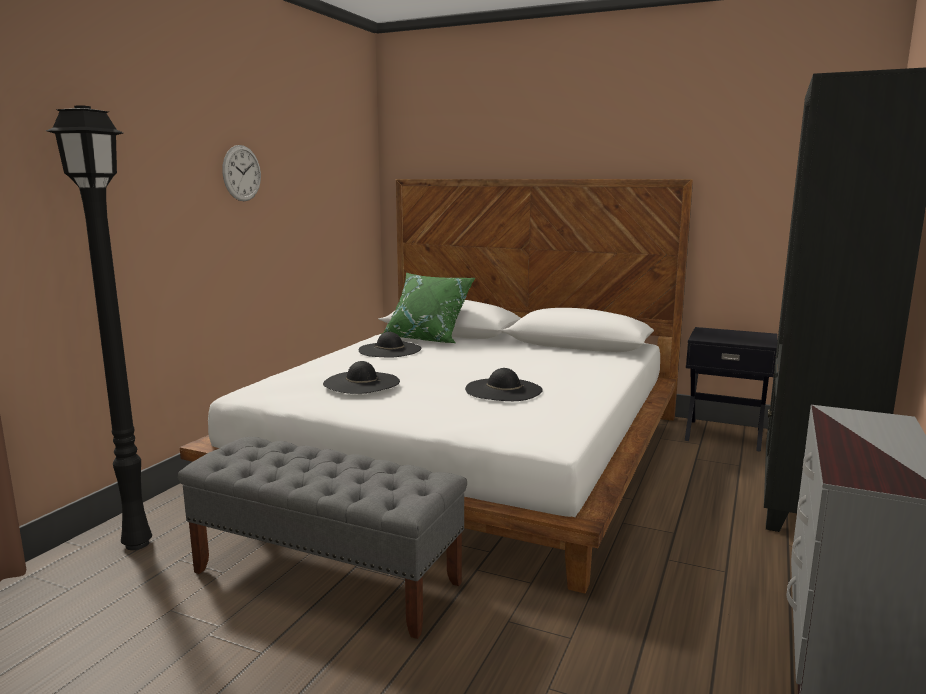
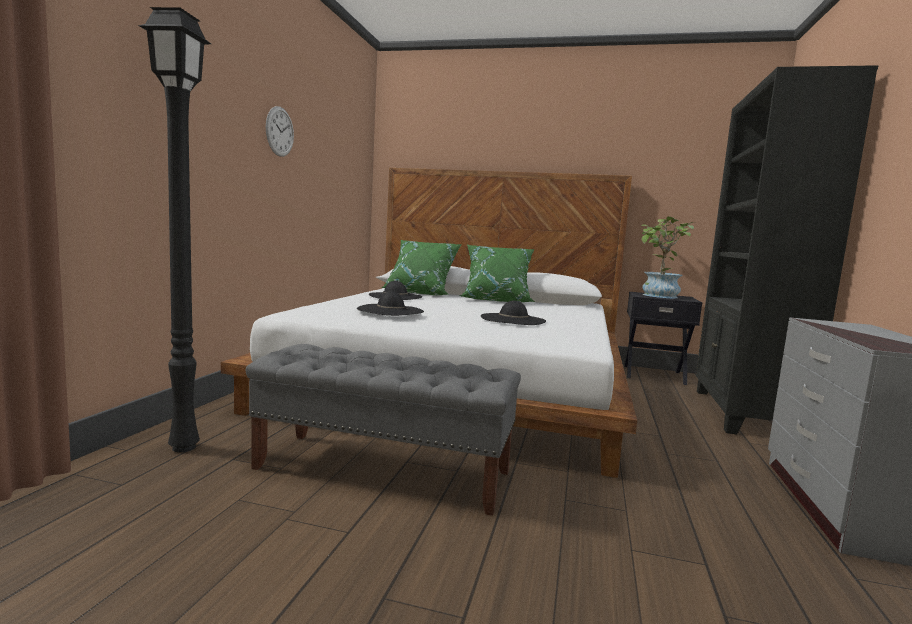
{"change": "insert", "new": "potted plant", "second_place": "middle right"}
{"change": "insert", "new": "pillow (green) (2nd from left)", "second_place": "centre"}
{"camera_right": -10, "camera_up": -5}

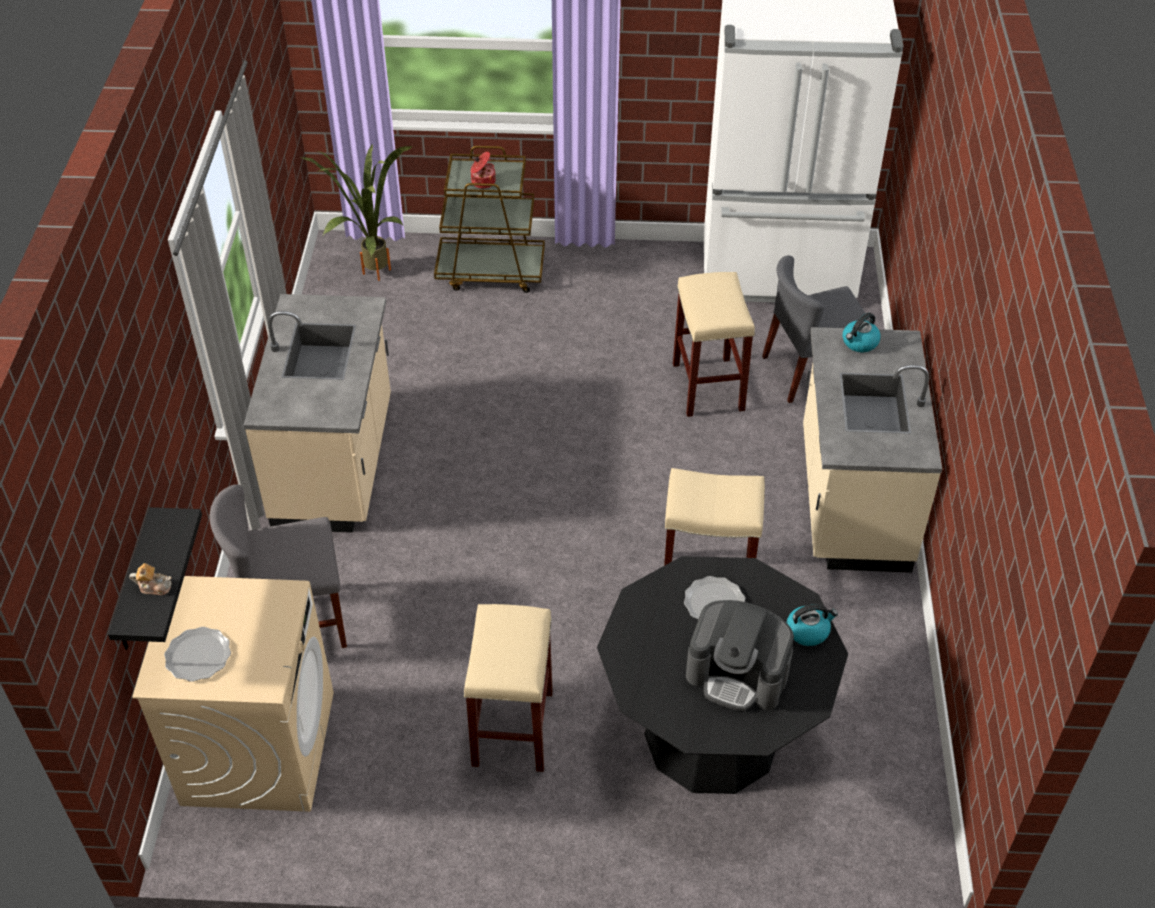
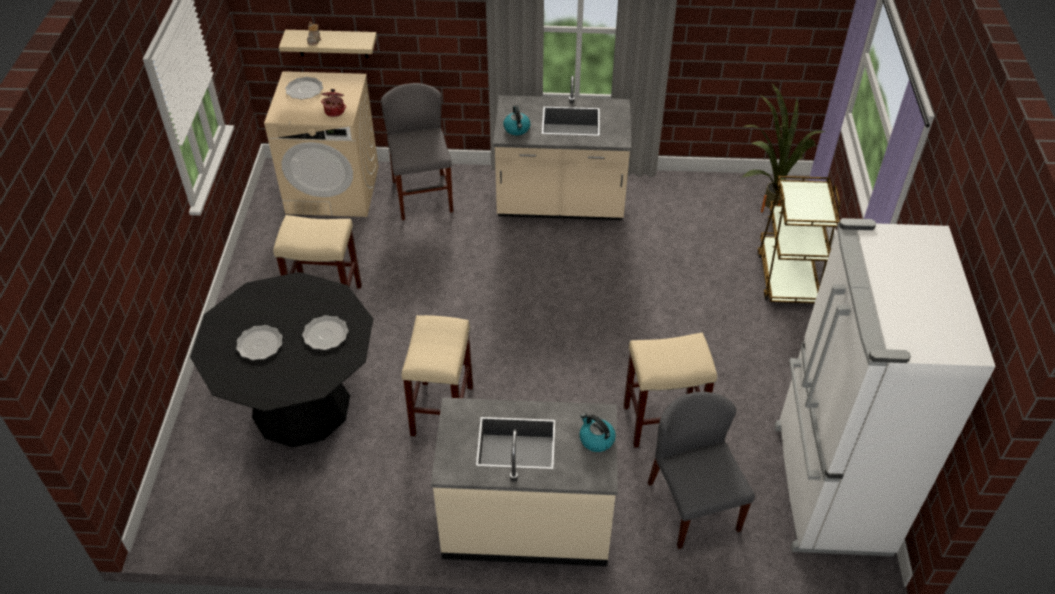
{"change": "move", "old": "cooking pot", "first_place": "top centre", "second_place": "top left"}
{"change": "recolor", "old": "shelf (black)", "new": "shelf (beige)", "first_place": "middle left", "second_place": "top left"}
{"change": "replace", "old": "coffee machine", "new": "plate (1st from left)", "first_place": "bottom centre", "second_place": "middle left"}
{"change": "move", "old": "kettle (1st from left)", "first_place": "bottom right", "second_place": "top centre"}
{"camera_right": 90, "camera_up": 0}

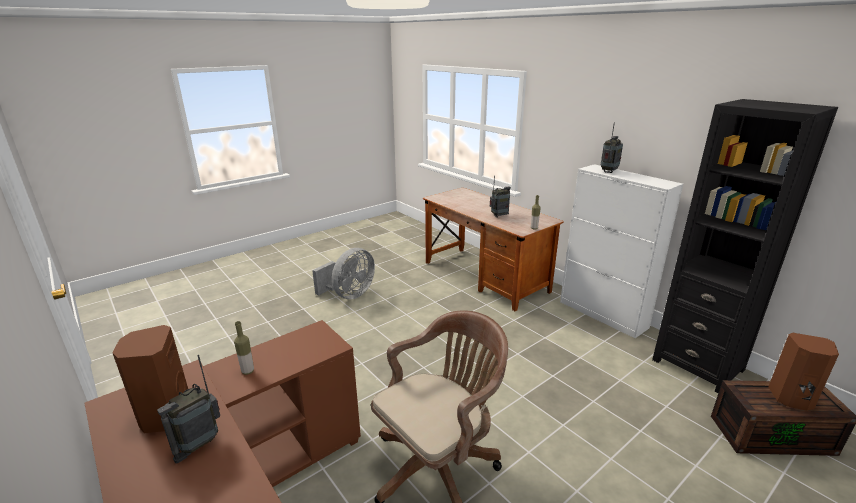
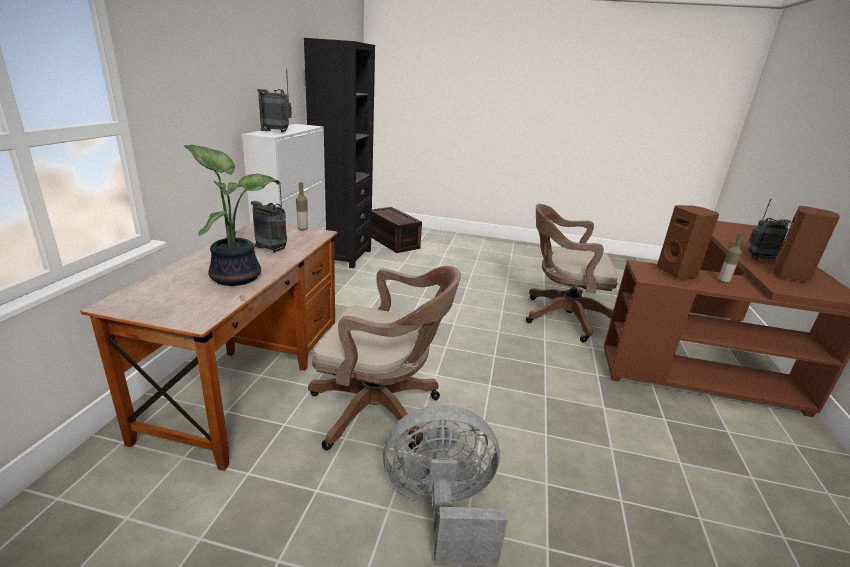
{"change": "move", "old": "speaker (brown) (2nd from left in the first image)", "new": "speaker (brown) (1st from left)", "first_place": "bottom right", "second_place": "middle right"}
{"change": "insert", "new": "potted plant", "second_place": "middle left"}
{"change": "insert", "new": "office chair (brown) (1st from left)", "second_place": "centre"}
{"camera_right": -130, "camera_up": 0}

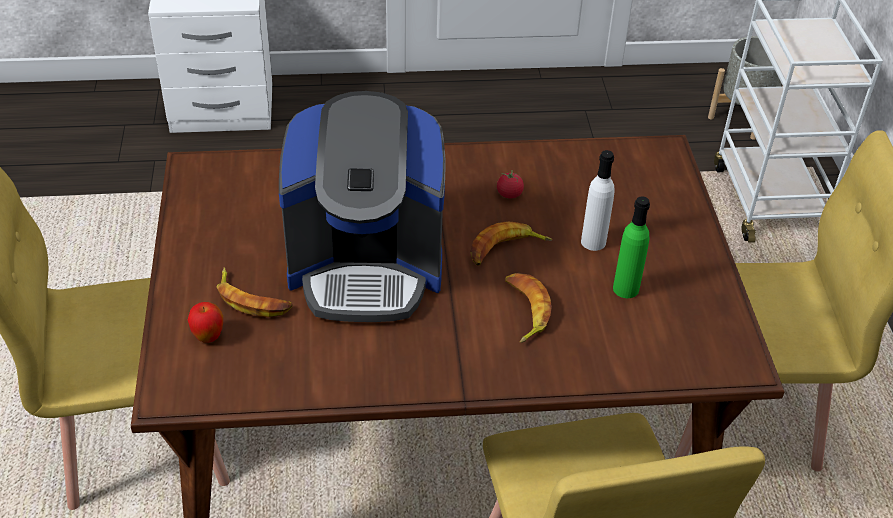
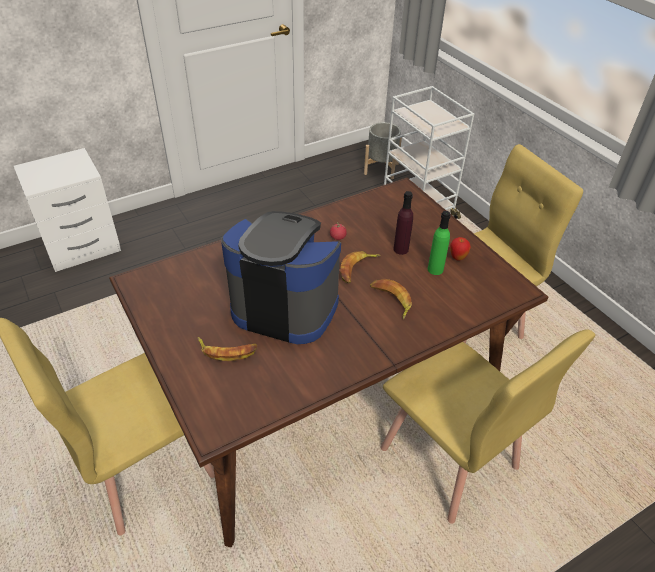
{"change": "rotate", "old": "coffee machine", "first_place": "centre", "second_place": "centre", "degrees": -135}
{"change": "recolor", "old": "bottle (white)", "new": "bottle (purple)", "first_place": "middle right", "second_place": "centre"}
{"change": "move", "old": "apple", "first_place": "middle left", "second_place": "middle right"}
{"camera_right": -25, "camera_up": 0}

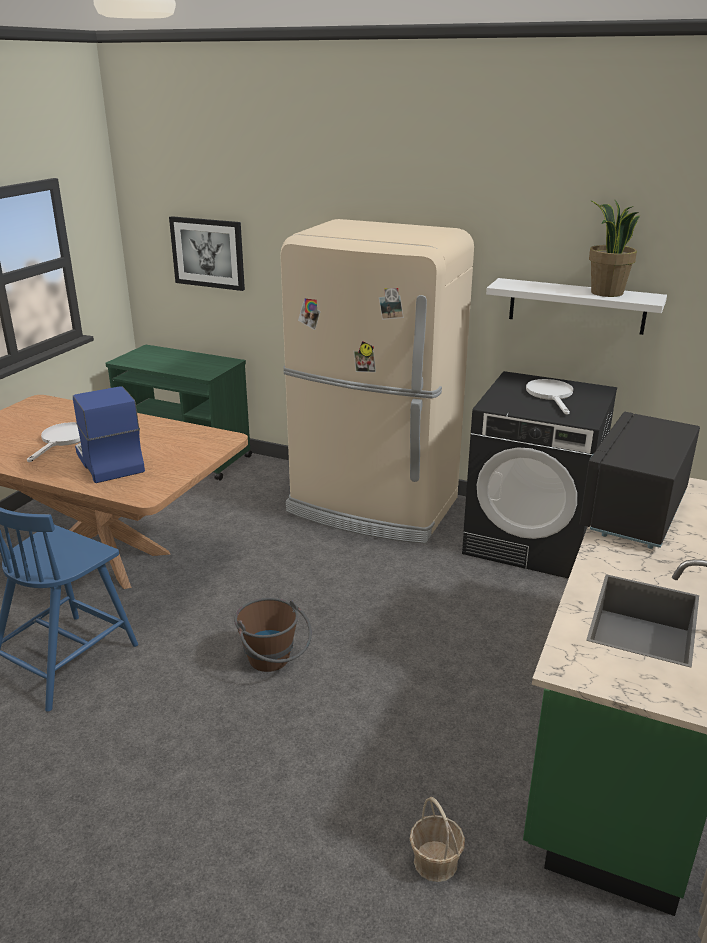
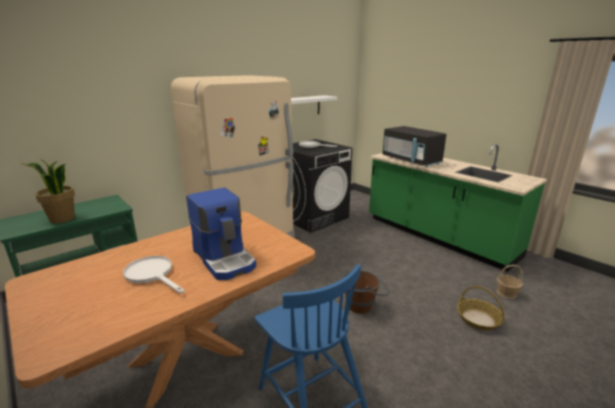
{"change": "move", "old": "potted plant", "first_place": "top right", "second_place": "middle left"}
{"change": "delete", "old": "picture", "first_place": "top left"}
{"change": "rotate", "old": "coffee machine", "first_place": "middle left", "second_place": "centre", "degrees": -120}
{"change": "insert", "new": "basket (1st from left)", "second_place": "bottom right"}
{"camera_right": -65, "camera_up": -5}

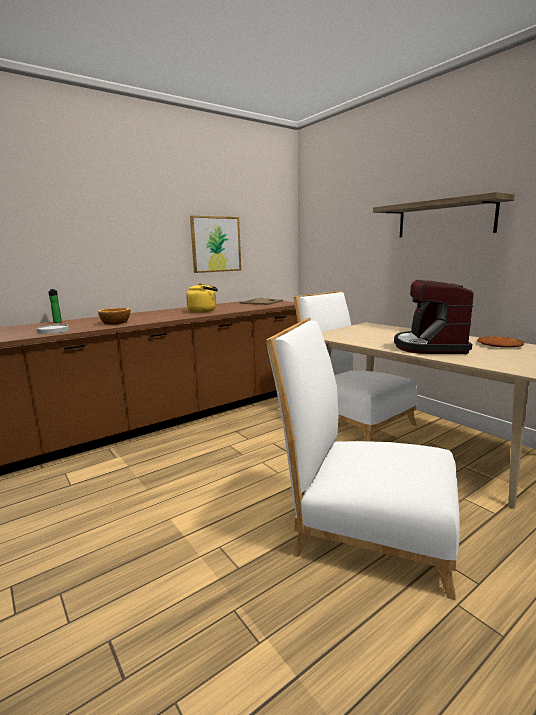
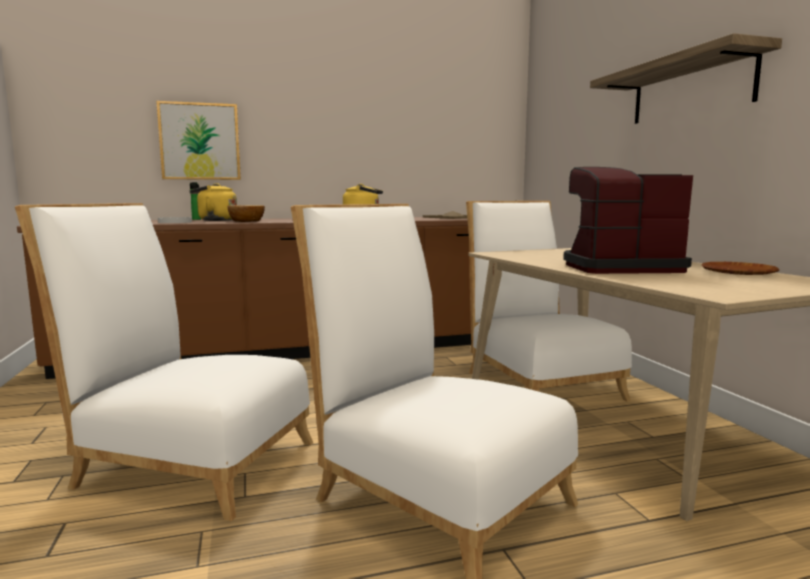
{"change": "move", "old": "picture", "first_place": "centre", "second_place": "top left"}
{"change": "rotate", "old": "coffee machine", "first_place": "middle right", "second_place": "middle right", "degrees": 60}
{"change": "insert", "new": "kettle (yellow) (1st from left)", "second_place": "middle left"}
{"change": "insert", "new": "chair (white) (1st from left)", "second_place": "middle left"}
{"camera_right": 20, "camera_up": -5}

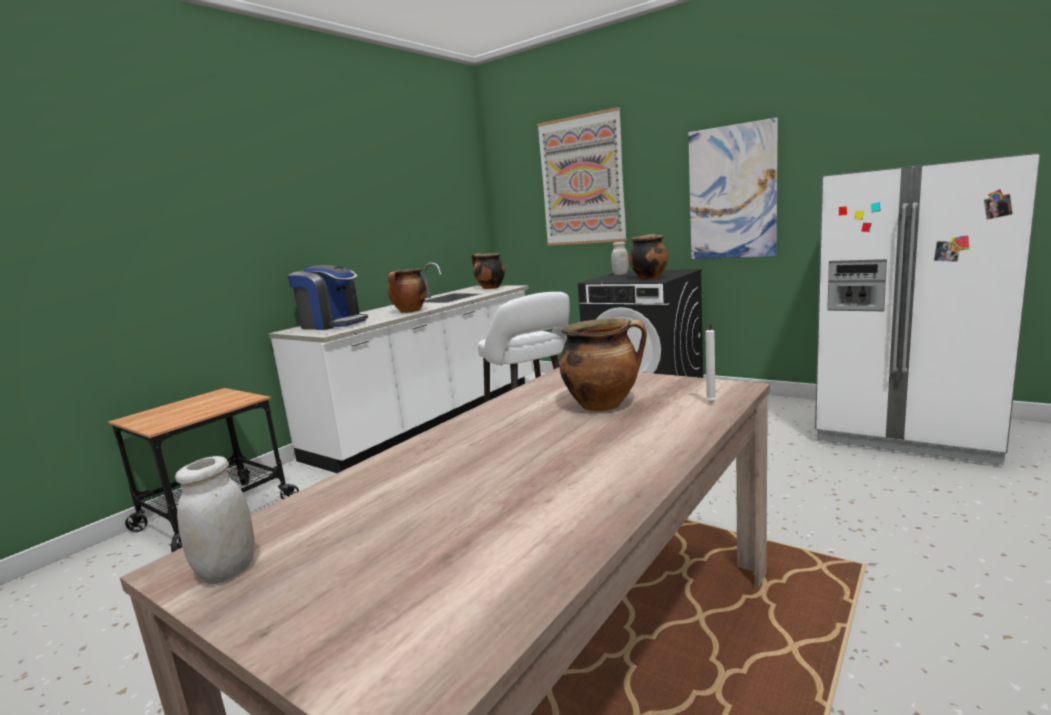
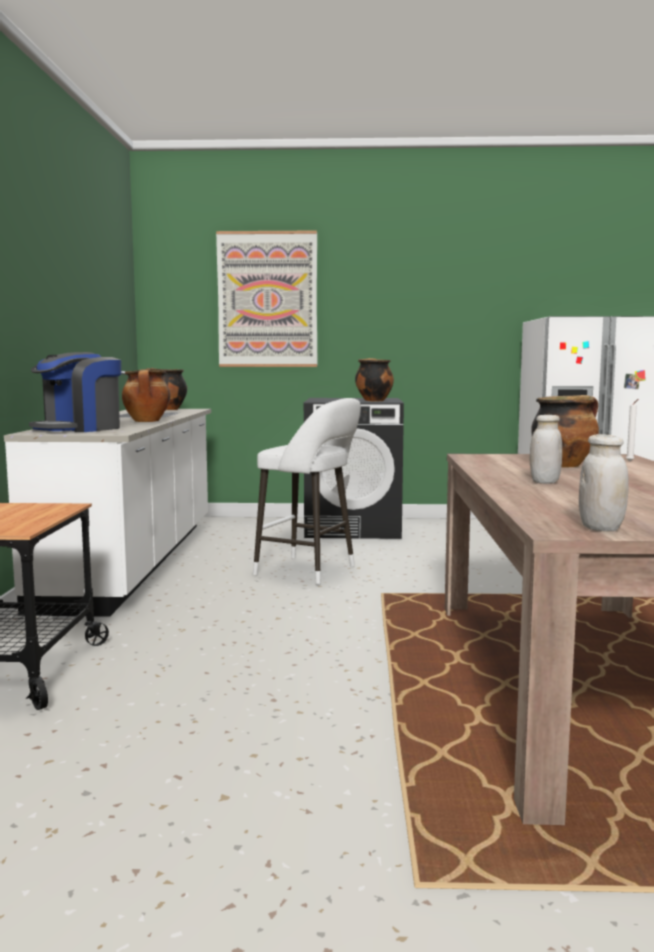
{"change": "delete", "old": "picture (2nd from left)", "first_place": "top right"}
{"change": "move", "old": "jar (white) (2nd from left in the first image)", "new": "jar (white) (1st from left)", "first_place": "centre", "second_place": "middle right"}
{"change": "rotate", "old": "coffee machine", "first_place": "middle left", "second_place": "middle left", "degrees": 135}
{"camera_right": -35, "camera_up": -5}

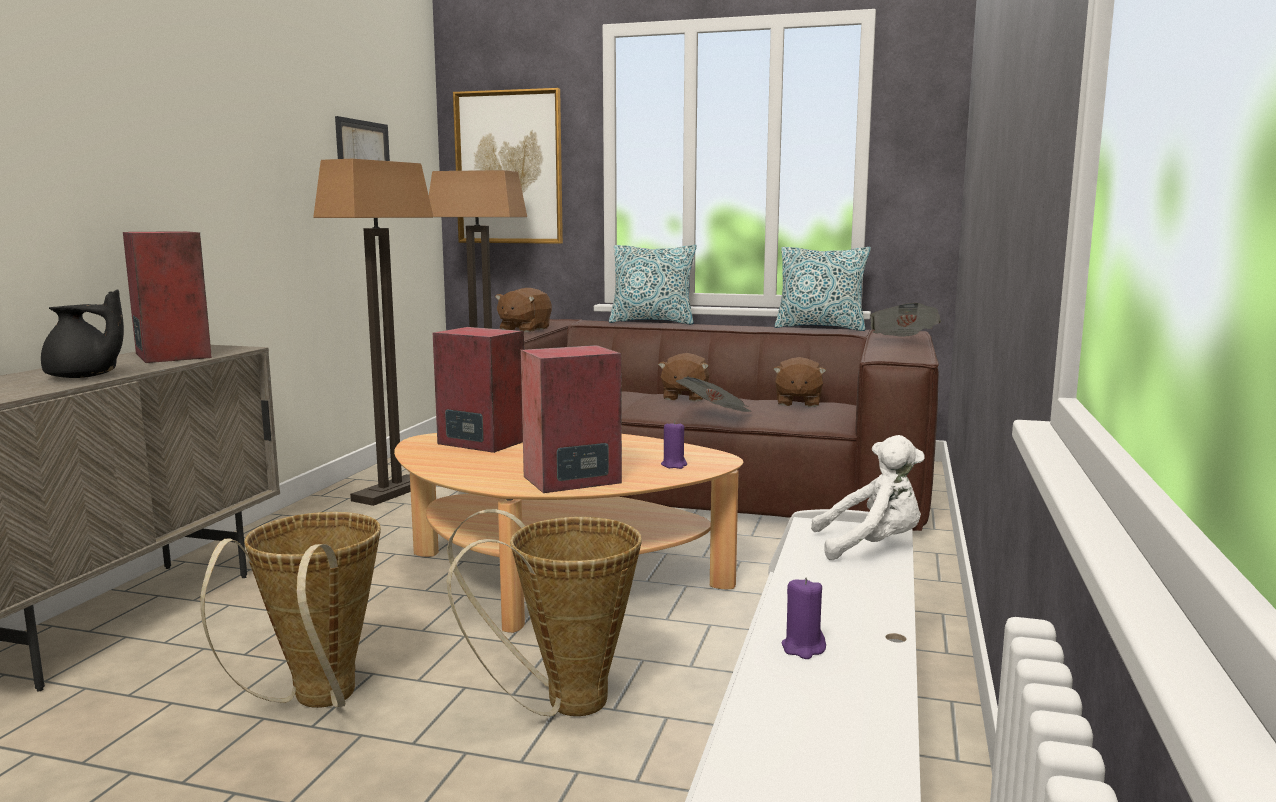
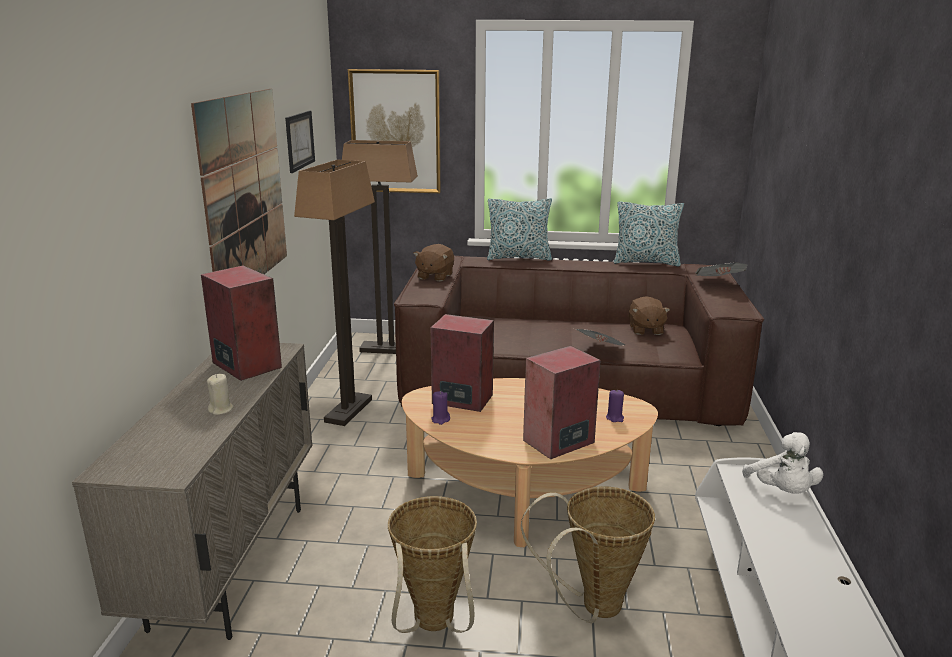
{"change": "replace", "old": "teapot (black)", "new": "candle (beige)", "first_place": "middle left", "second_place": "middle left"}
{"change": "delete", "old": "plush toy (brown) (2nd from left)", "first_place": "centre"}
{"change": "rotate", "old": "plush toy (white)", "first_place": "middle right", "second_place": "bottom right", "degrees": 90}
{"change": "move", "old": "candle (purple) (2nd from left in the first image)", "new": "candle (purple) (1st from left)", "first_place": "bottom centre", "second_place": "centre"}
{"change": "insert", "new": "picture (1st from left)", "second_place": "top left"}
{"camera_right": -10, "camera_up": 10}

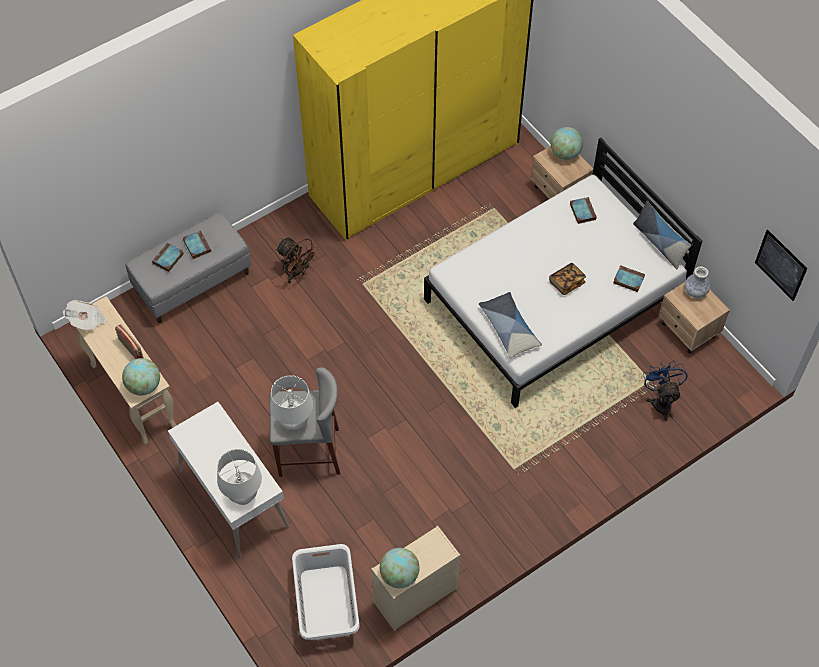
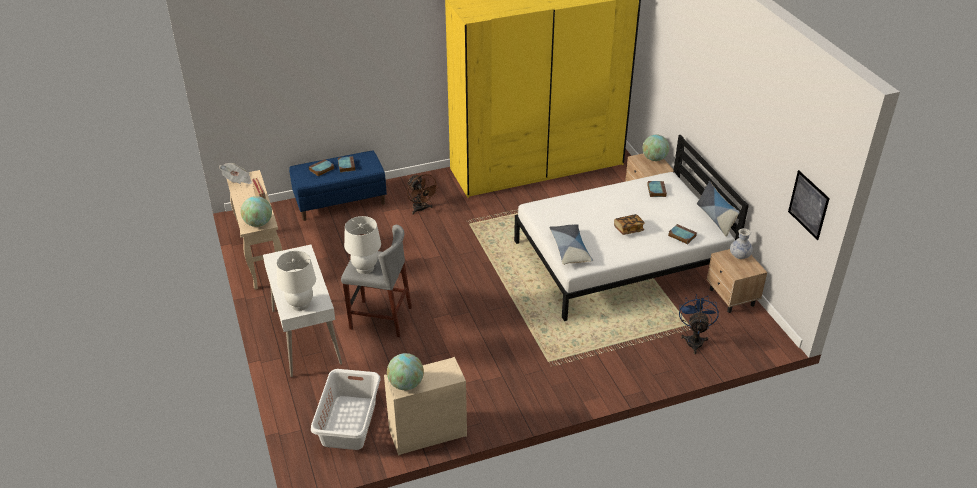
{"change": "recolor", "old": "bench (grey)", "new": "bench (blue)", "first_place": "middle left", "second_place": "centre"}
{"camera_right": 15, "camera_up": -20}

